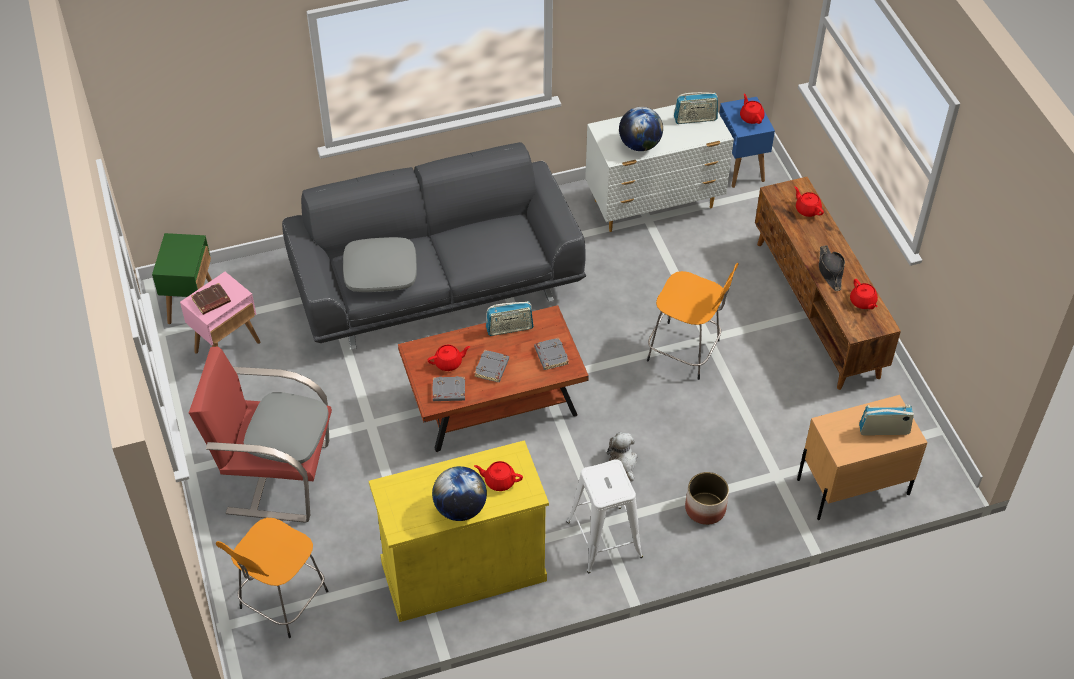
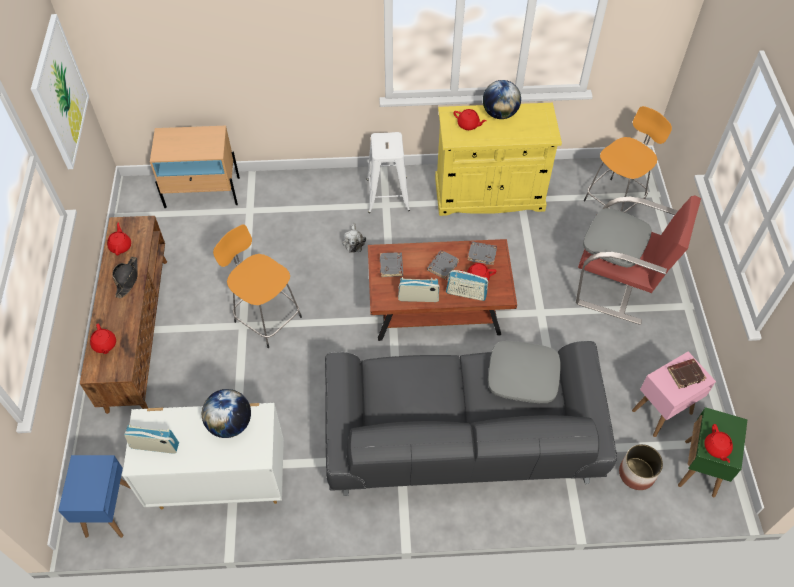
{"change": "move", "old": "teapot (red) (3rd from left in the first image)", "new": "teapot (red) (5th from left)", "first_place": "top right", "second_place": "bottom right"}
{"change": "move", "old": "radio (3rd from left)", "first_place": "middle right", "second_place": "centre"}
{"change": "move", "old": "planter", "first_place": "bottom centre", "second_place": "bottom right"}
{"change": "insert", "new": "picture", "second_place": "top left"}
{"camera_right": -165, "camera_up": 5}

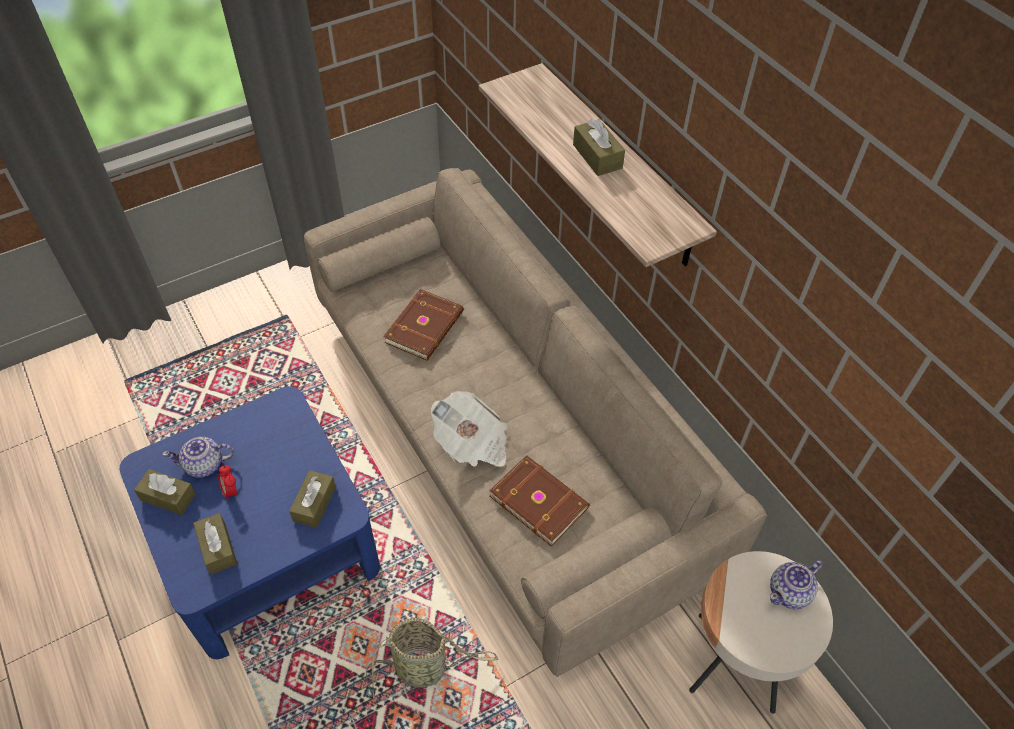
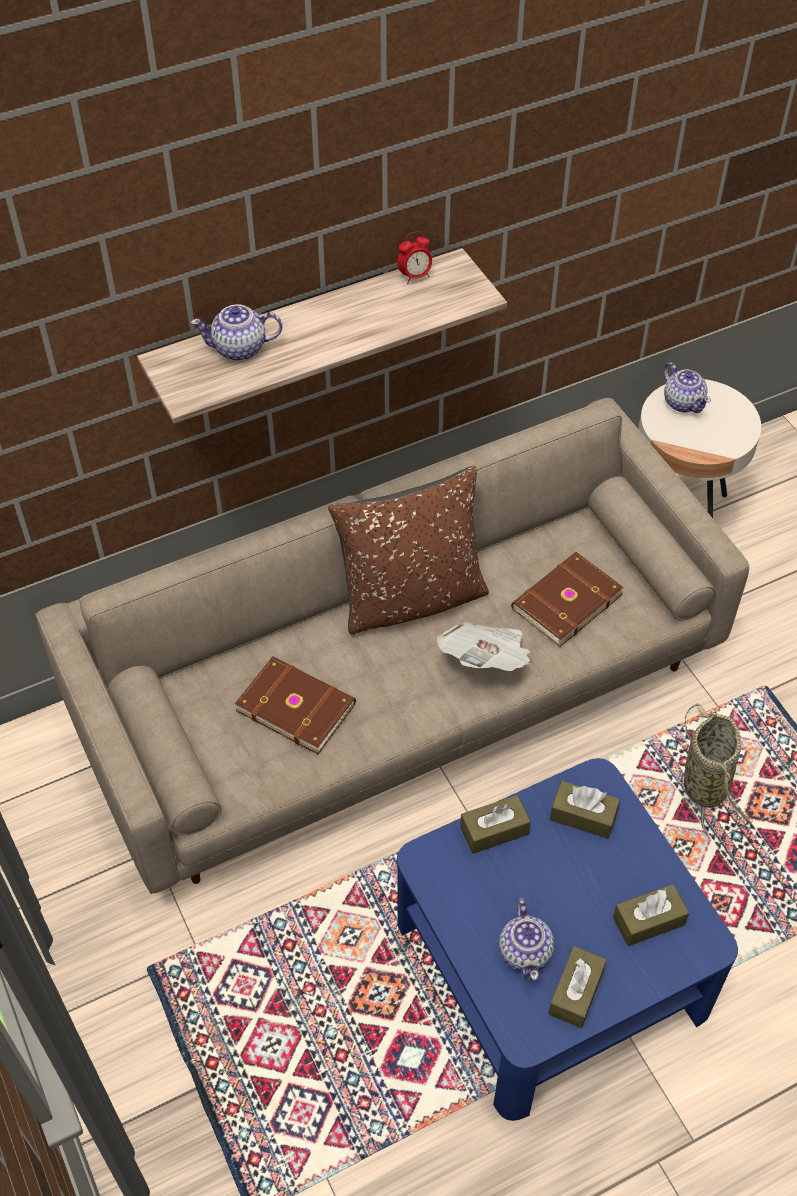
{"change": "move", "old": "tissue box (brown) (4th from left in the first image)", "new": "tissue box (brown) (1st from left)", "first_place": "top centre", "second_place": "bottom centre"}
{"change": "move", "old": "alarm clock", "first_place": "middle left", "second_place": "top centre"}
{"change": "insert", "new": "teapot (1st from left)", "second_place": "top left"}
{"change": "insert", "new": "pillow (brown)", "second_place": "centre"}
{"camera_right": -85, "camera_up": 0}

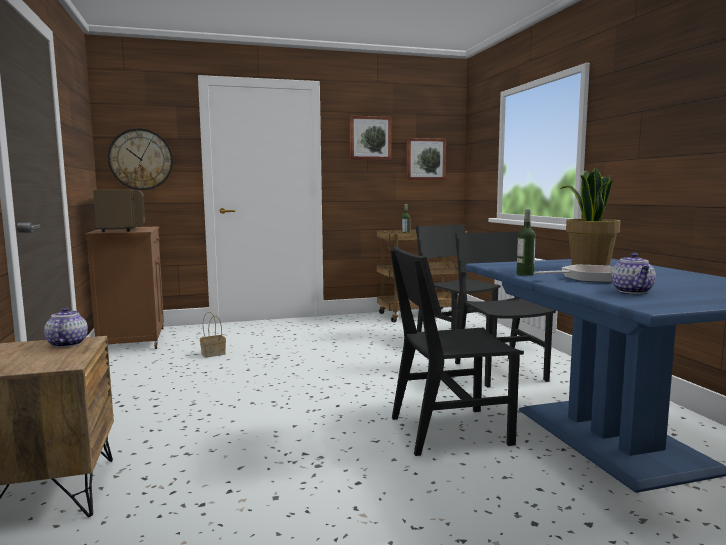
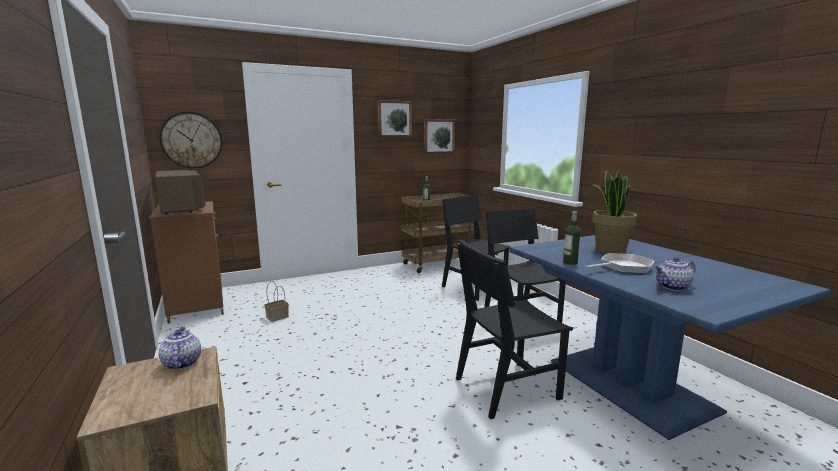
{"change": "rotate", "old": "teapot (2nd from left)", "first_place": "middle right", "second_place": "middle right", "degrees": 75}
{"camera_right": -10, "camera_up": 5}

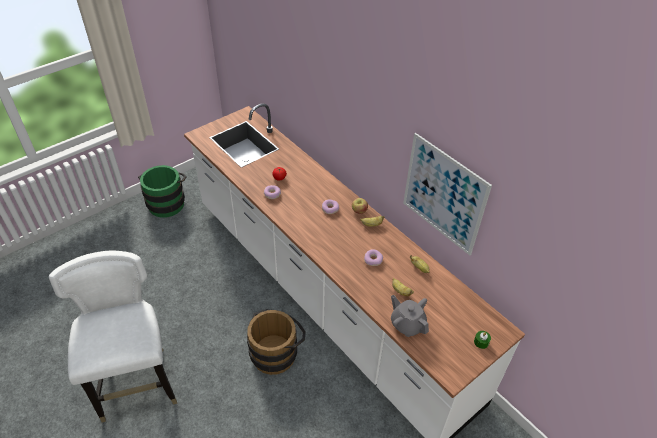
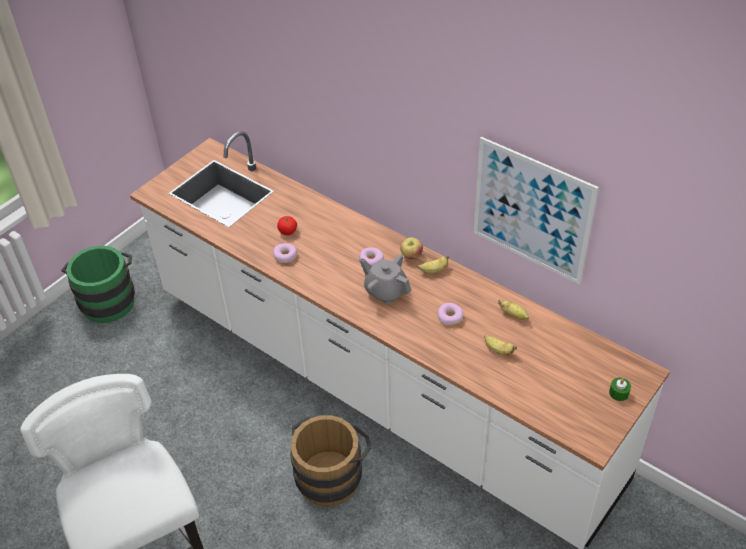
{"change": "move", "old": "teapot (grey)", "first_place": "bottom centre", "second_place": "centre"}
{"camera_right": -10, "camera_up": 0}

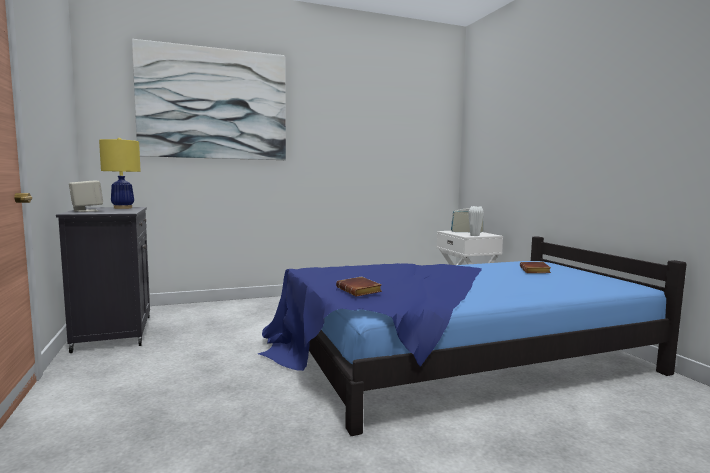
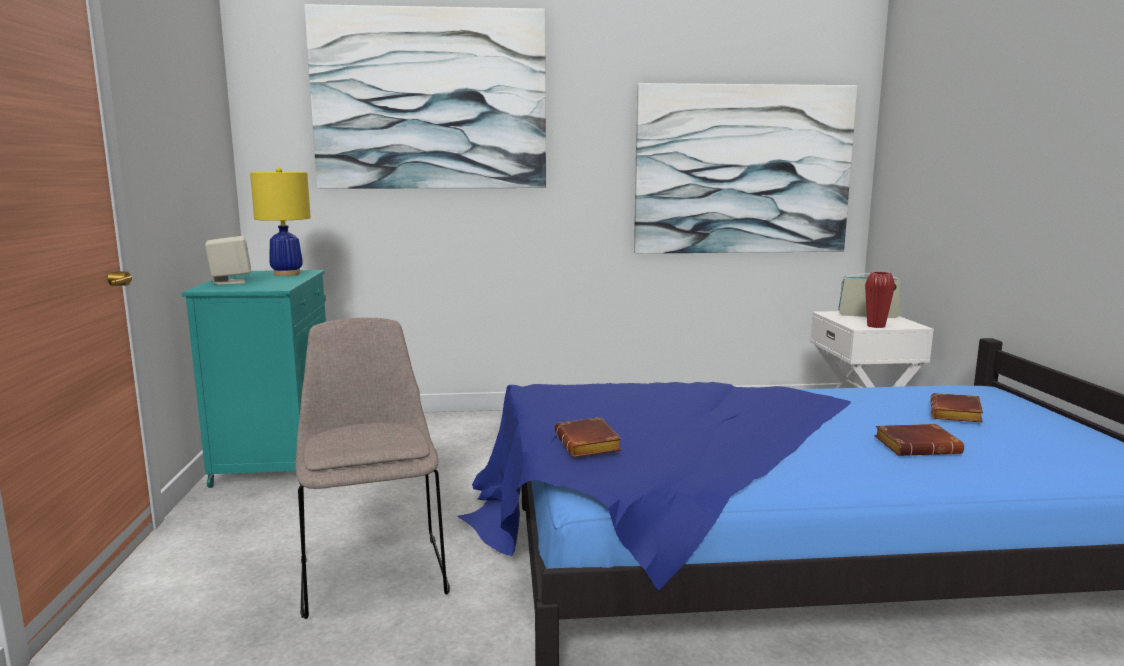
{"change": "recolor", "old": "vase (white)", "new": "vase (red)", "first_place": "middle right", "second_place": "middle right"}
{"change": "recolor", "old": "cabinet (black)", "new": "cabinet (turquoise)", "first_place": "middle left", "second_place": "middle left"}
{"change": "insert", "new": "picture (2nd from left)", "second_place": "top centre"}
{"change": "insert", "new": "chair (beige)", "second_place": "bottom left"}
{"change": "insert", "new": "book (brown) (2nd from left)", "second_place": "middle right"}
{"camera_right": 15, "camera_up": 5}

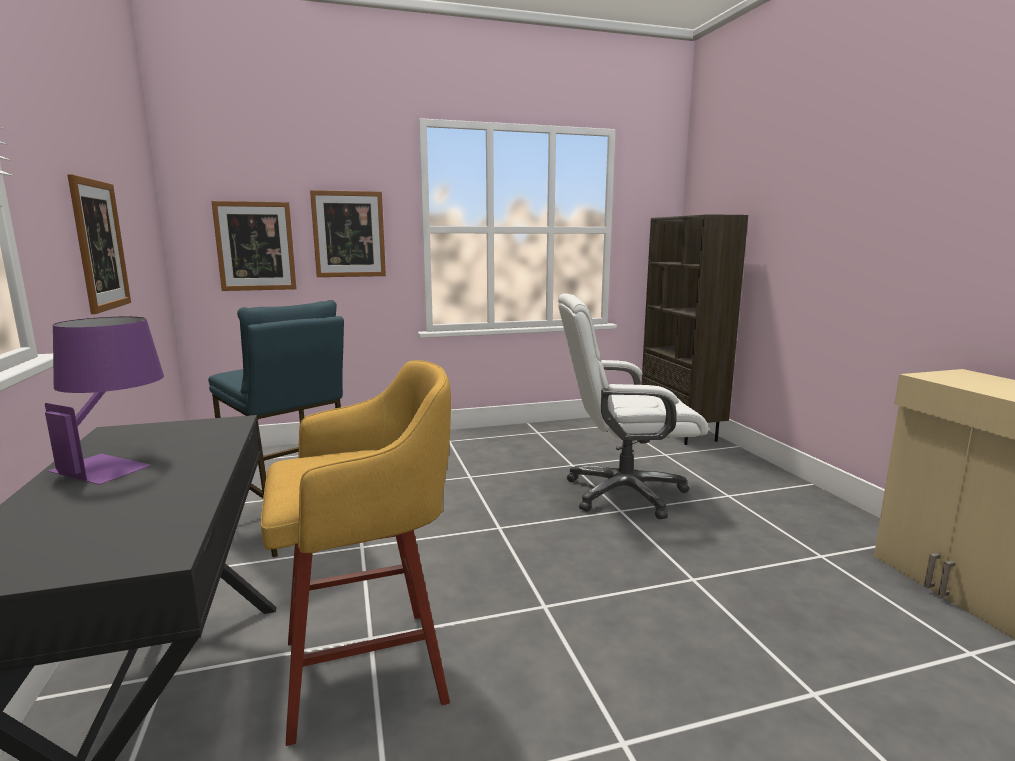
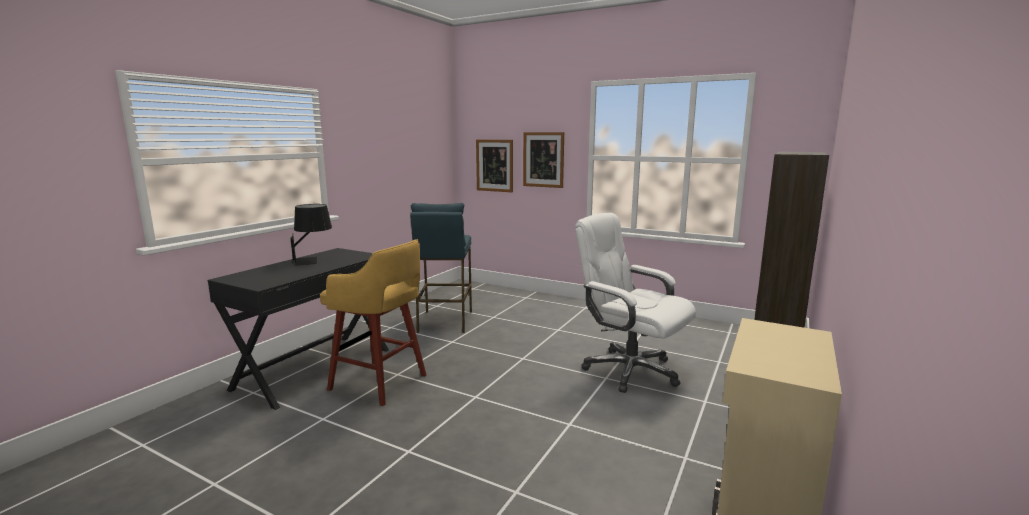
{"change": "delete", "old": "picture (1st from left)", "first_place": "top left"}
{"change": "recolor", "old": "table lamp (purple)", "new": "table lamp (black)", "first_place": "middle left", "second_place": "middle left"}
{"camera_right": 45, "camera_up": 0}

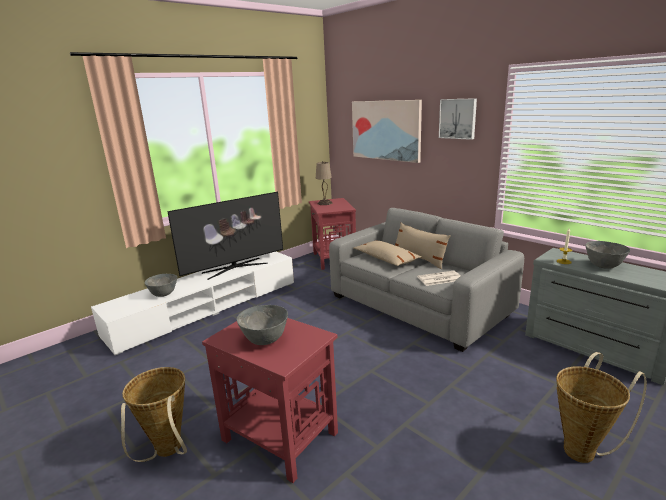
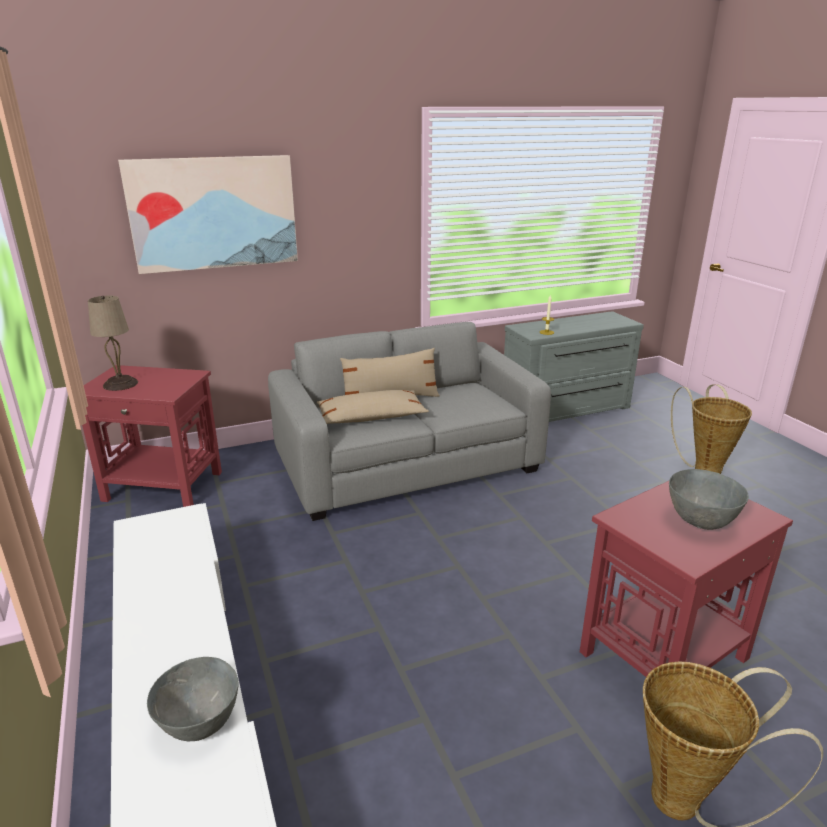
{"change": "delete", "old": "picture (2nd from left)", "first_place": "top right"}
{"change": "delete", "old": "television", "first_place": "centre"}
{"change": "delete", "old": "bowl (grey) (3rd from left)", "first_place": "middle right"}
{"change": "delete", "old": "newspaper", "first_place": "centre"}
{"camera_right": -70, "camera_up": 5}

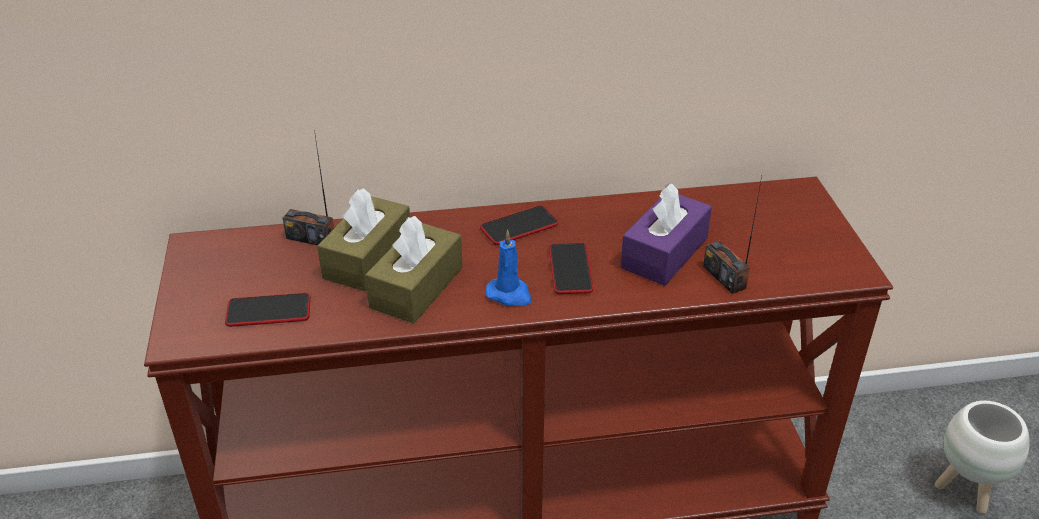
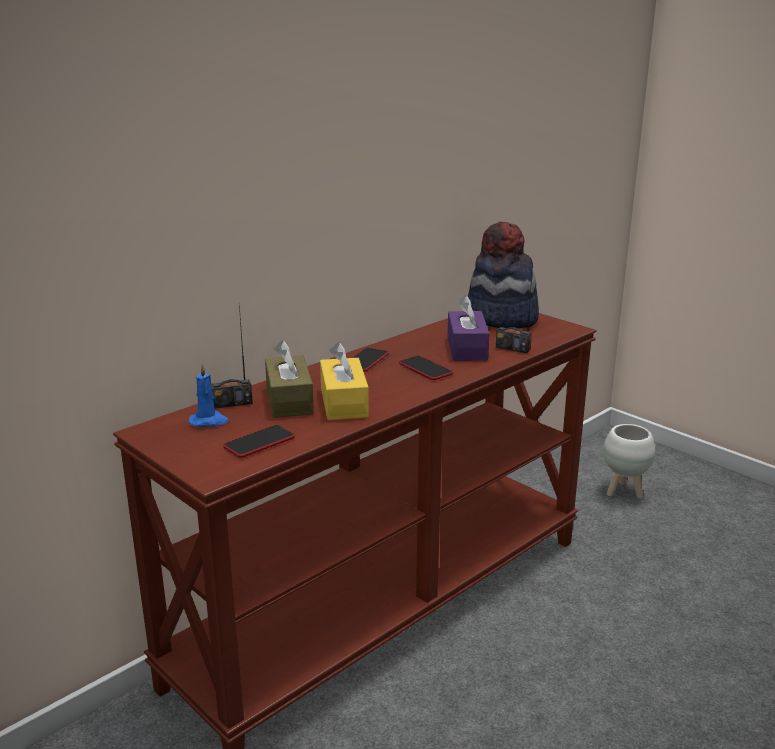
{"change": "recolor", "old": "tissue box (brown) (2nd from left)", "new": "tissue box (yellow)", "first_place": "centre", "second_place": "centre"}
{"change": "move", "old": "candle (blue)", "first_place": "centre", "second_place": "middle left"}
{"change": "insert", "new": "hat", "second_place": "centre"}
{"camera_right": -35, "camera_up": -15}

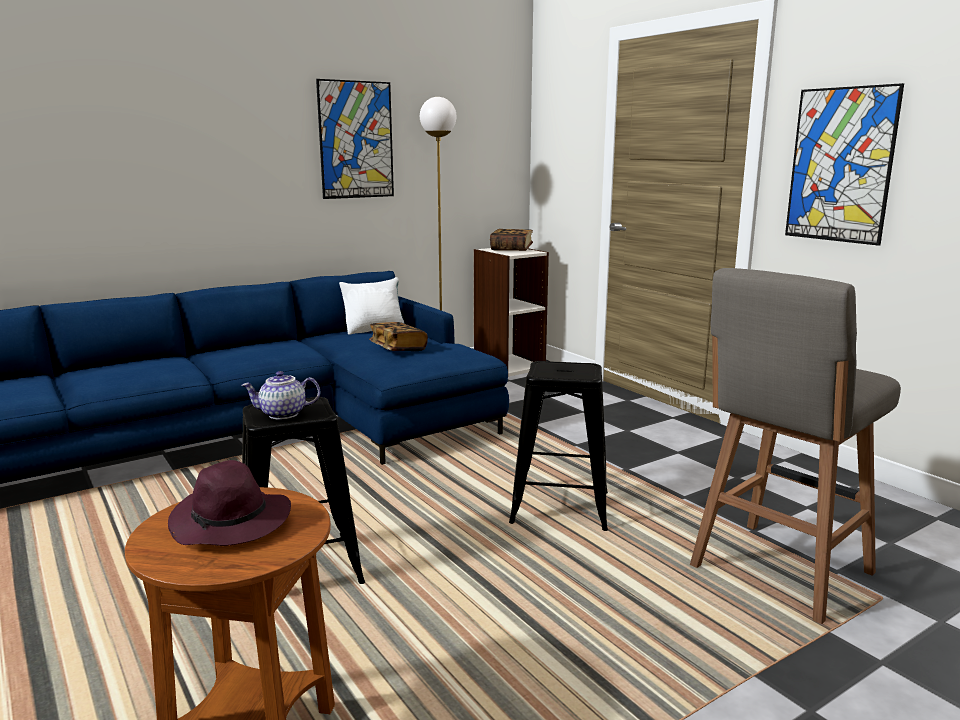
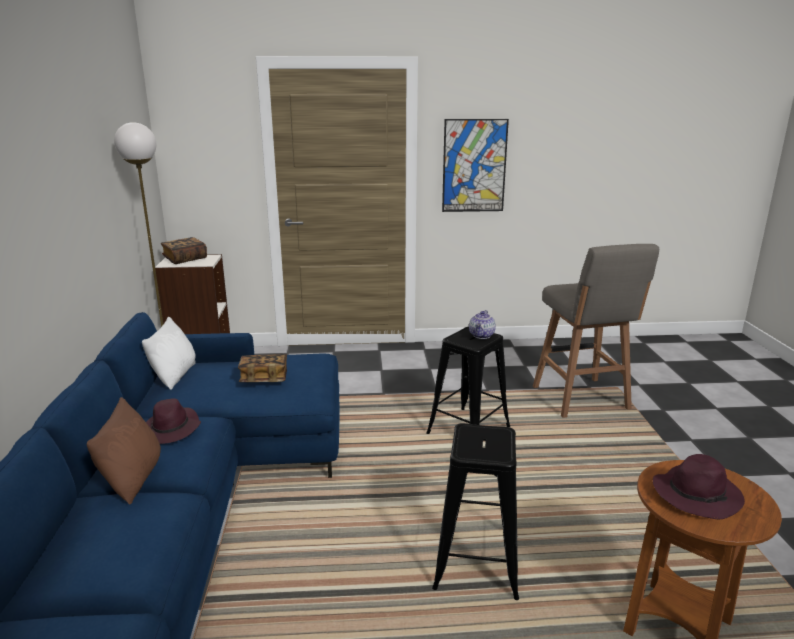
{"change": "delete", "old": "picture (1st from left)", "first_place": "top centre"}
{"change": "move", "old": "teapot", "first_place": "middle left", "second_place": "centre"}
{"change": "insert", "new": "pillow (brown)", "second_place": "bottom left"}
{"change": "insert", "new": "hat (purple) (1st from left)", "second_place": "middle left"}
{"camera_right": -60, "camera_up": 5}

